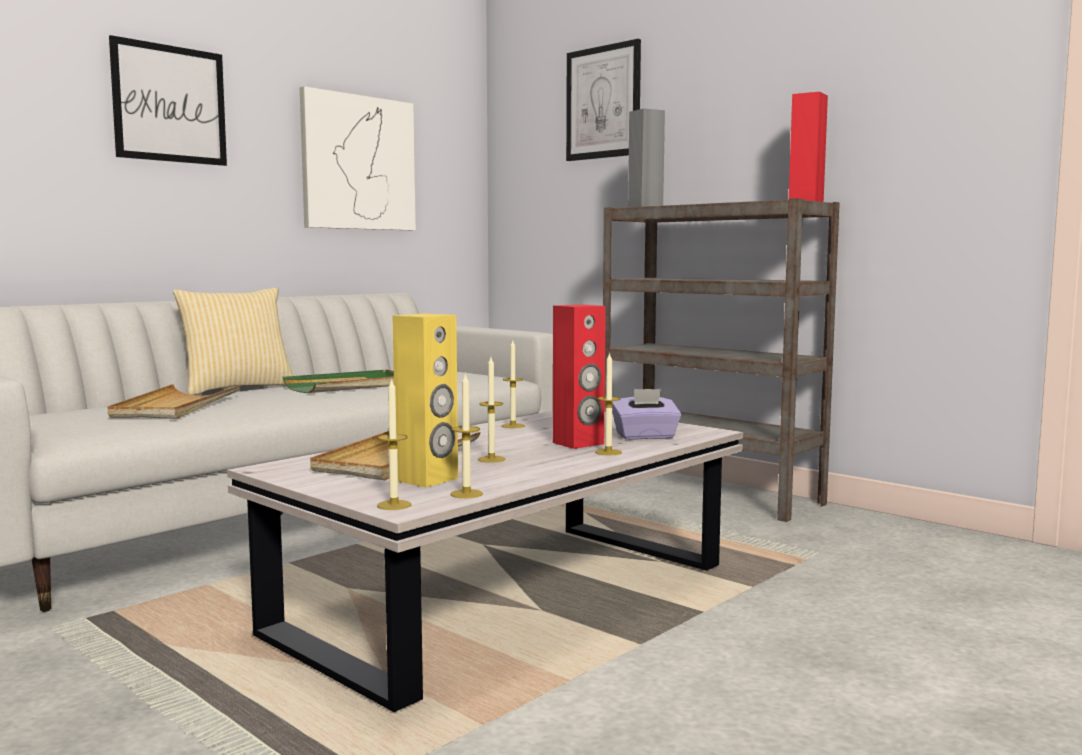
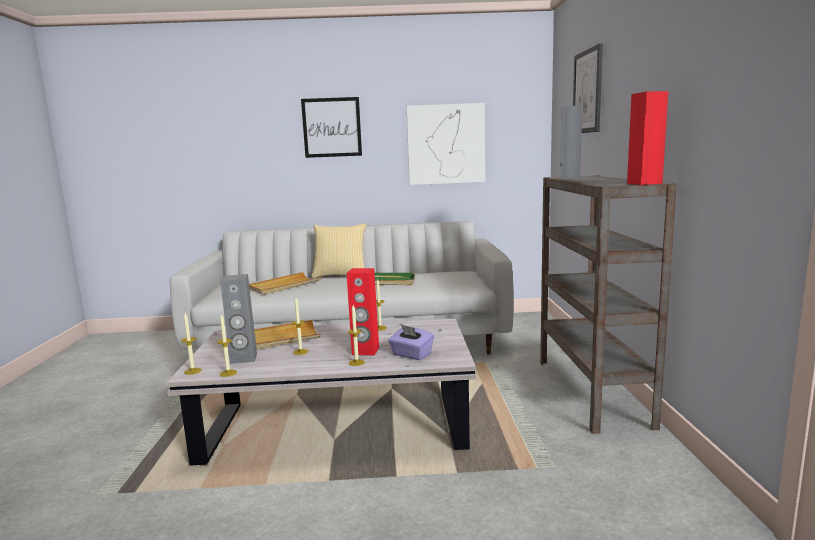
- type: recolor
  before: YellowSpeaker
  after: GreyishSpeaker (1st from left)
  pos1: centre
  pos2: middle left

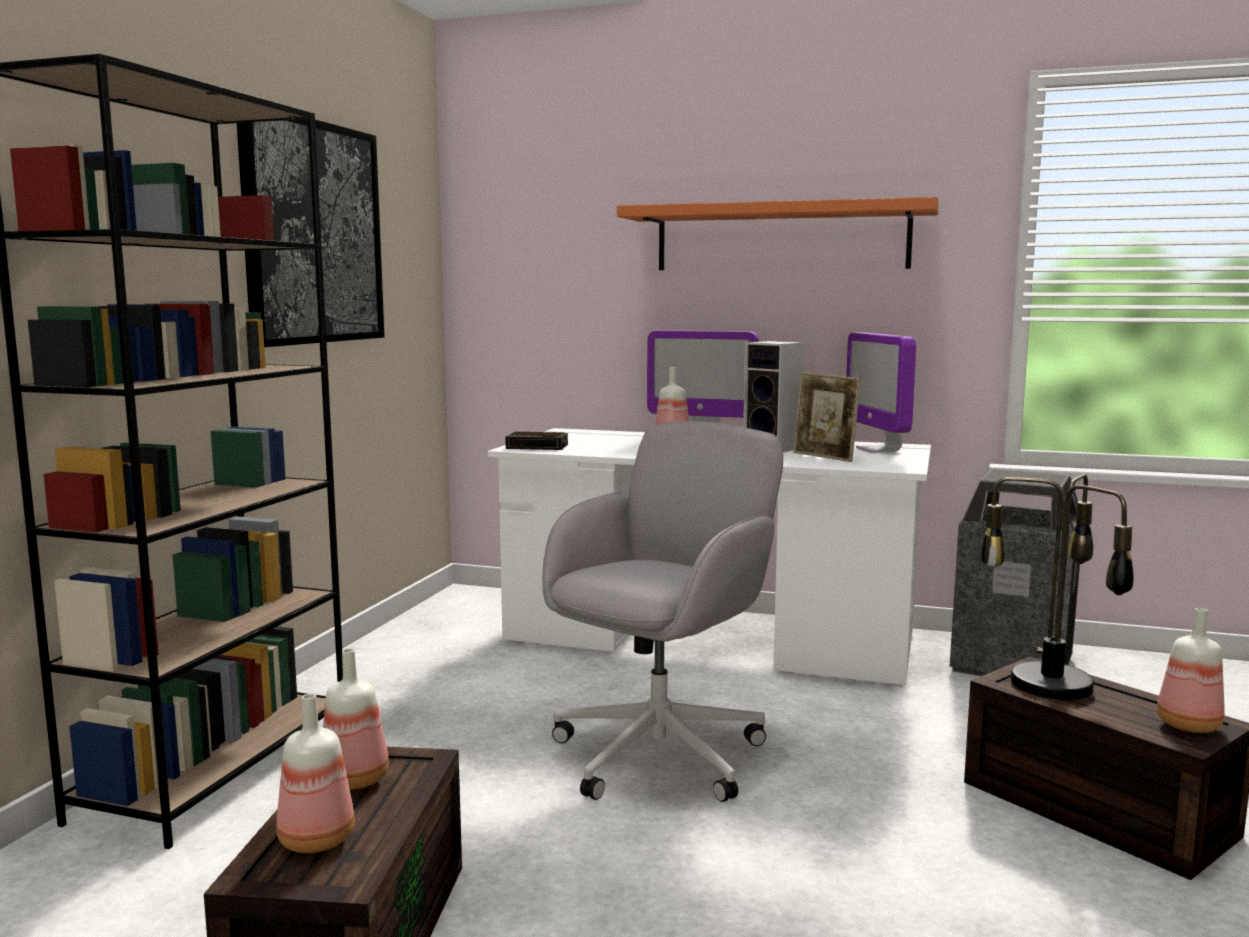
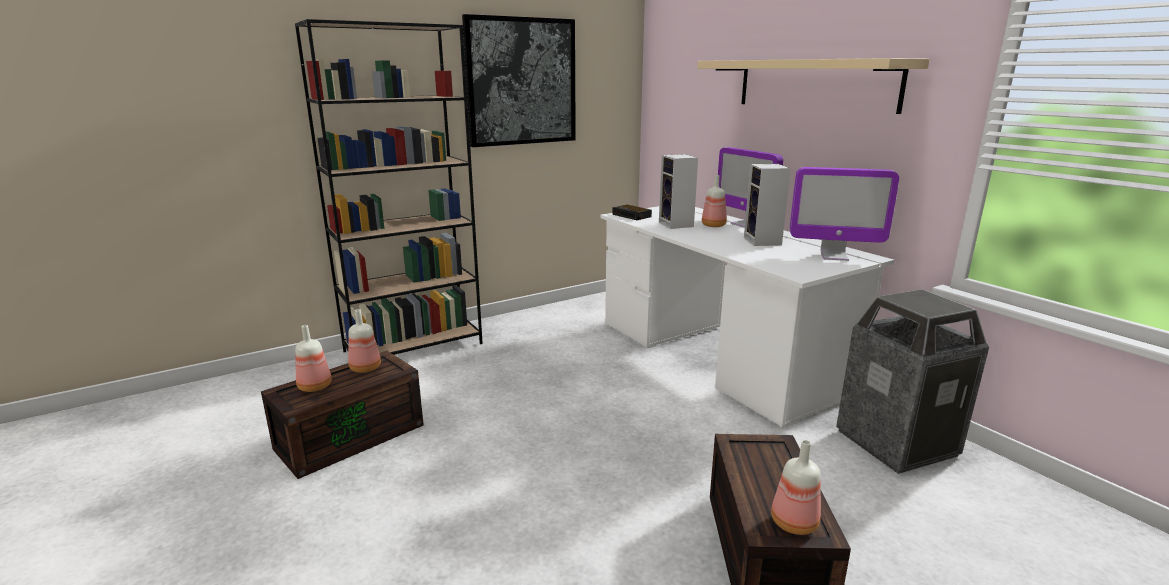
- type: recolor
  before: OrangeyShelf
  after: BeigeShelf
  pos1: top centre
  pos2: top right
- type: rotate
  before: Monitor (2nd from left)
  pos1: middle right
  pos2: middle right
  turn: -105
- type: delete
  before: PictureFrame
  pos1: centre
- type: delete
  before: GreyishOfficeChair
  pos1: centre
- type: delete
  before: TabletopLamp
  pos1: middle right
- type: insert
  after: Speaker (1st from left)
  pos2: top centre

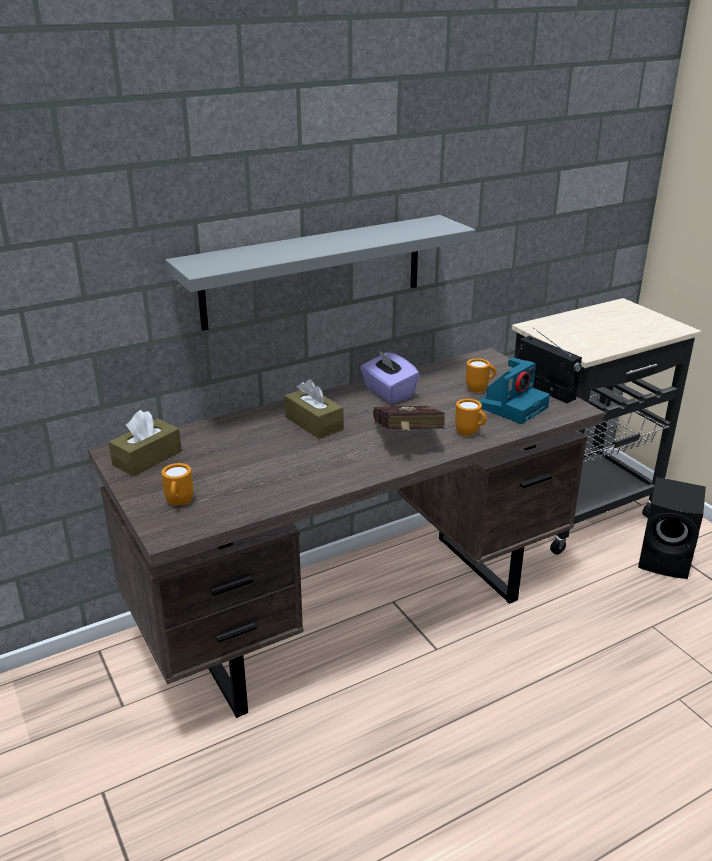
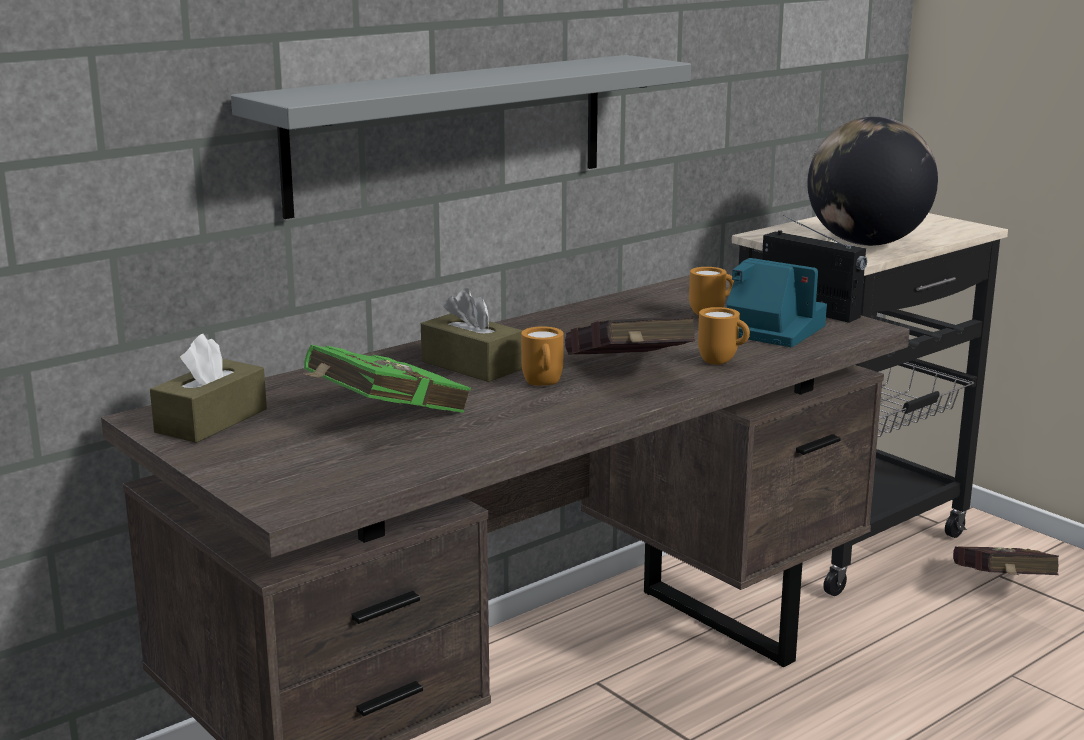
- type: delete
  before: PurpleColouredTissueHolder
  pos1: centre
- type: rotate
  before: PhotoCamera
  pos1: middle right
  pos2: middle right
  turn: -90
- type: move
  before: OrangeyMug (1st from left)
  pos1: middle left
  pos2: centre
- type: replace
  before: BlackishSpeaker
  after: ReddishBook (2nd from left)
  pos1: middle right
  pos2: bottom right
- type: insert
  after: DeskGlobe
  pos2: top right
- type: insert
  after: GreenColouredBook
  pos2: centre

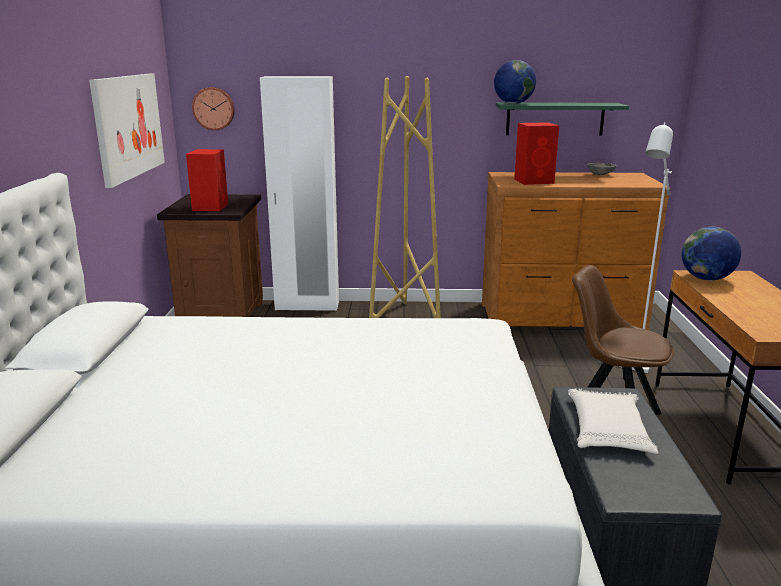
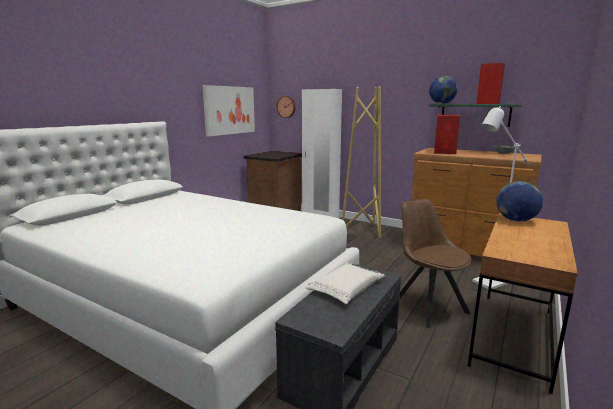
- type: move
  before: ReddishSpeaker (1st from left in the first image)
  after: ReddishSpeaker (2nd from left)
  pos1: top left
  pos2: top right

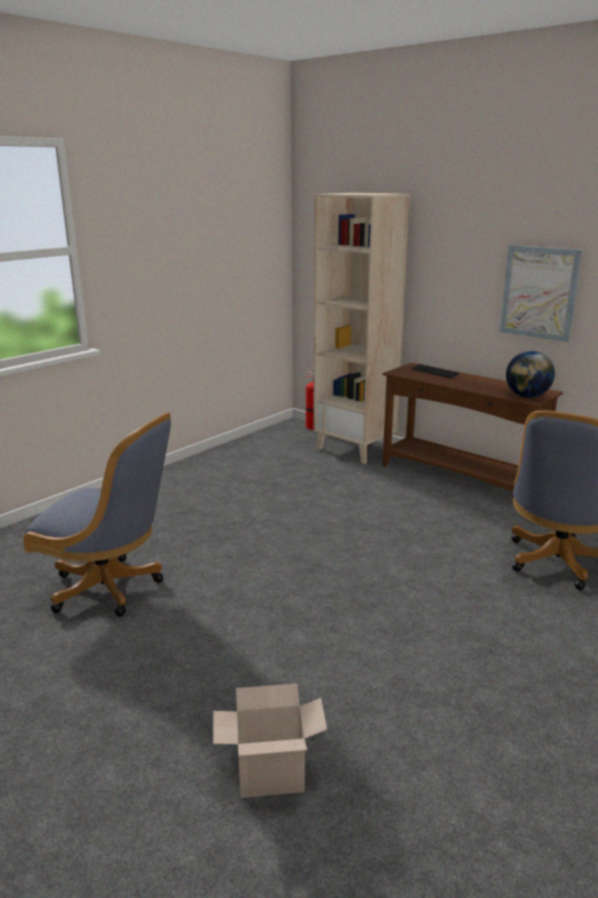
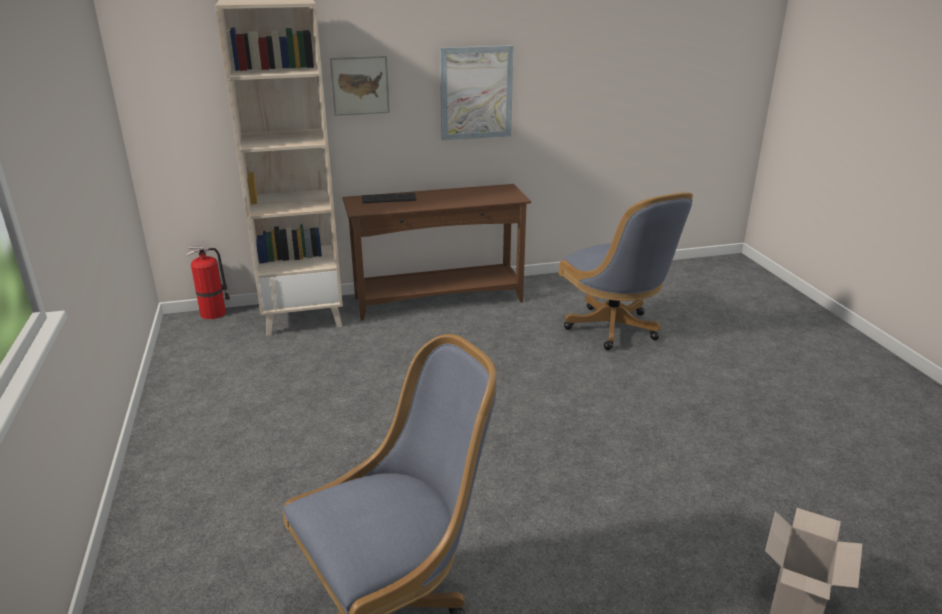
- type: delete
  before: DeskGlobe
  pos1: middle right
- type: insert
  after: Picture (1st from left)
  pos2: top centre

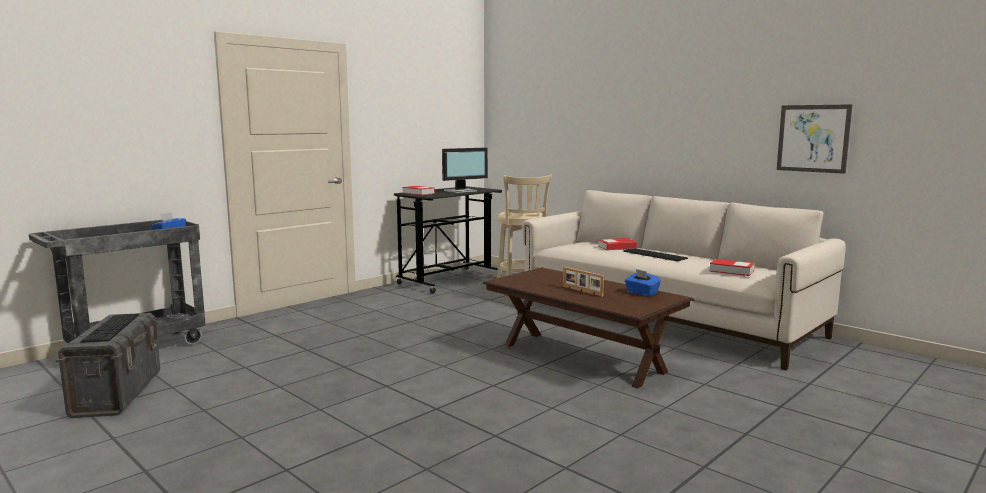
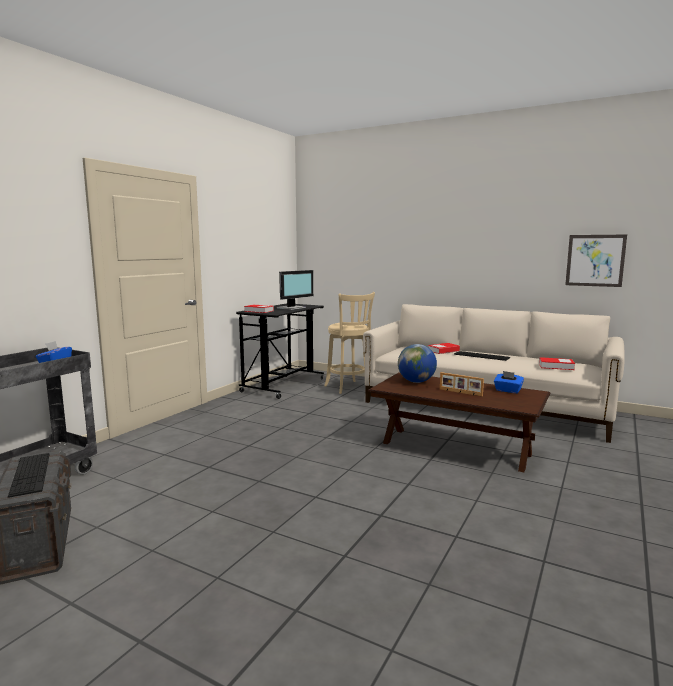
- type: insert
  after: DeskGlobe
  pos2: centre

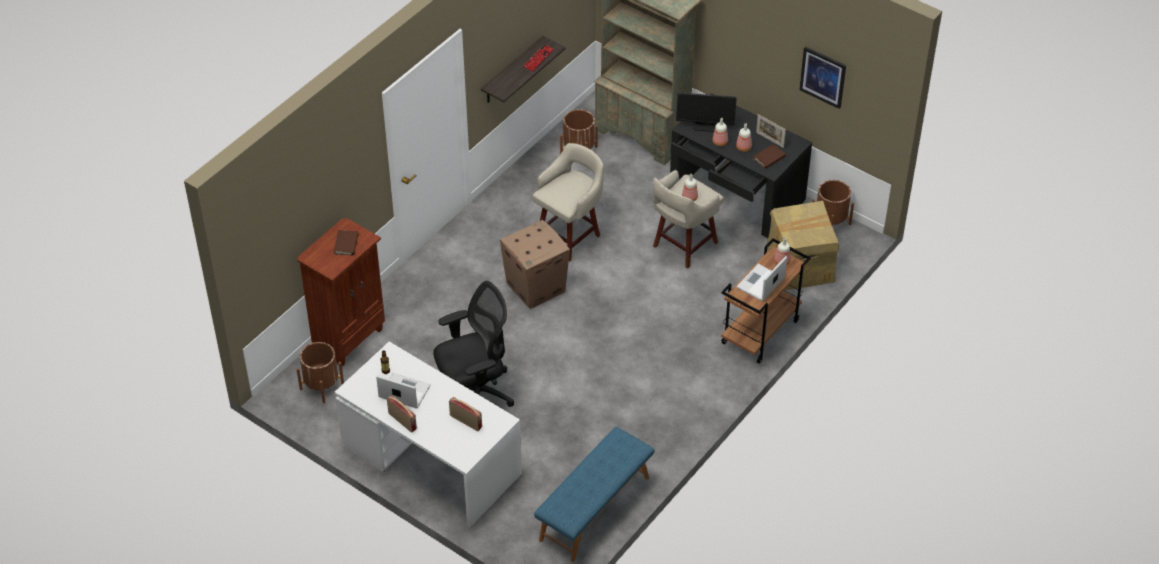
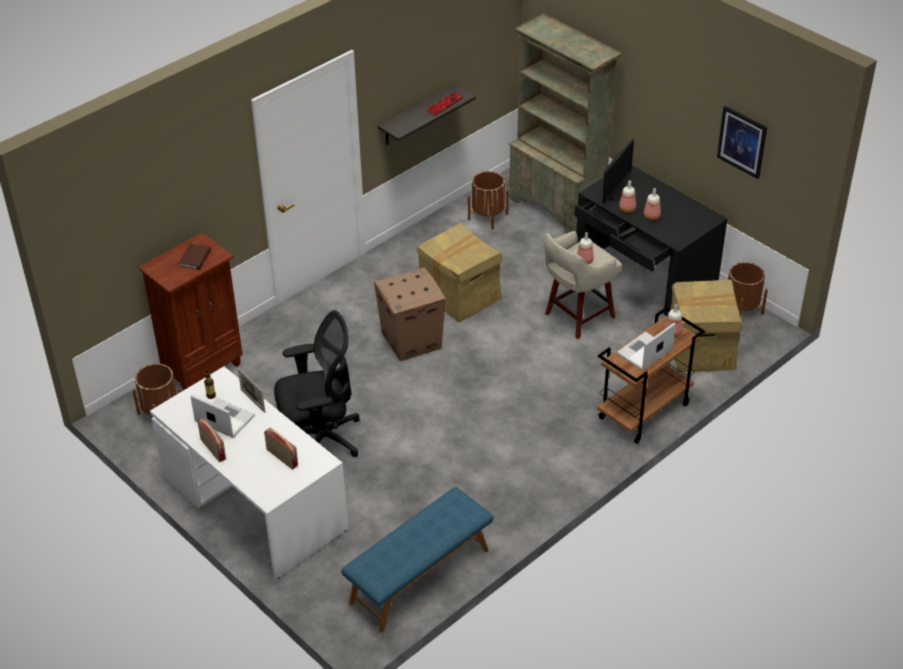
- type: rotate
  before: Monitor
  pos1: top centre
  pos2: top right
  turn: -75
- type: move
  before: PictureFrame
  pos1: top centre
  pos2: middle left
- type: replace
  before: BeigeStool (1st from left)
  after: CardboardBox (2nd from left)
  pos1: centre
  pos2: centre
- type: delete
  before: BrownColouredBook (2nd from left)
  pos1: top centre

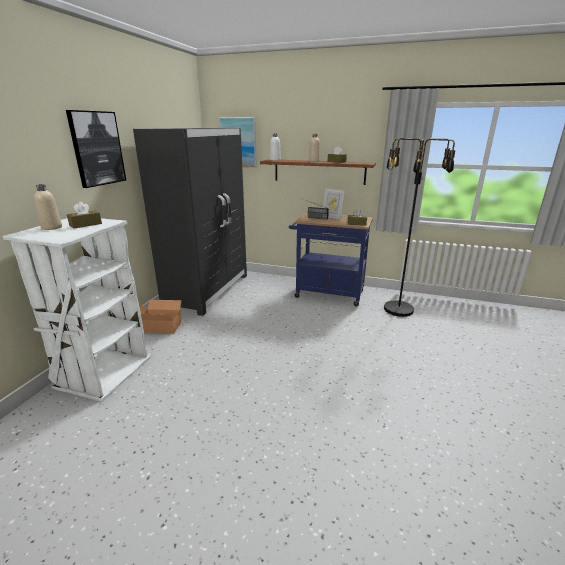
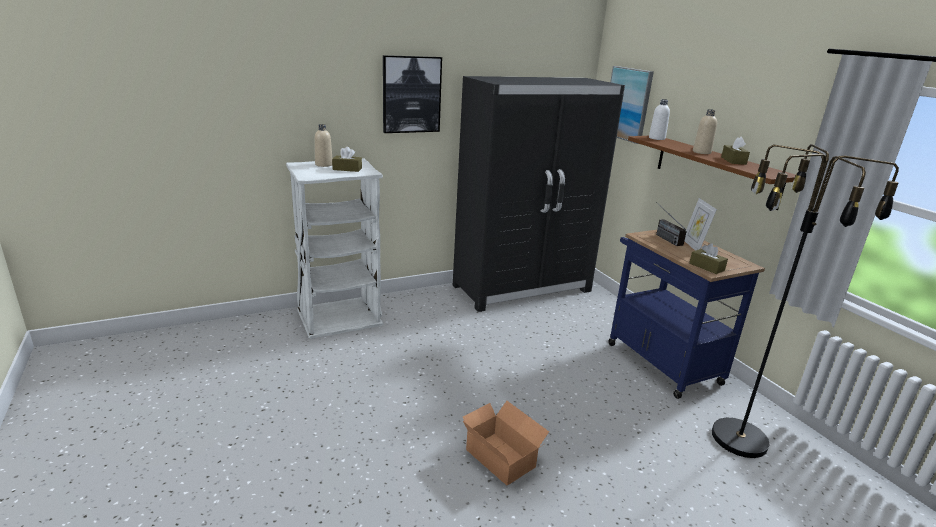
- type: move
  before: CardboardBox
  pos1: middle left
  pos2: bottom centre

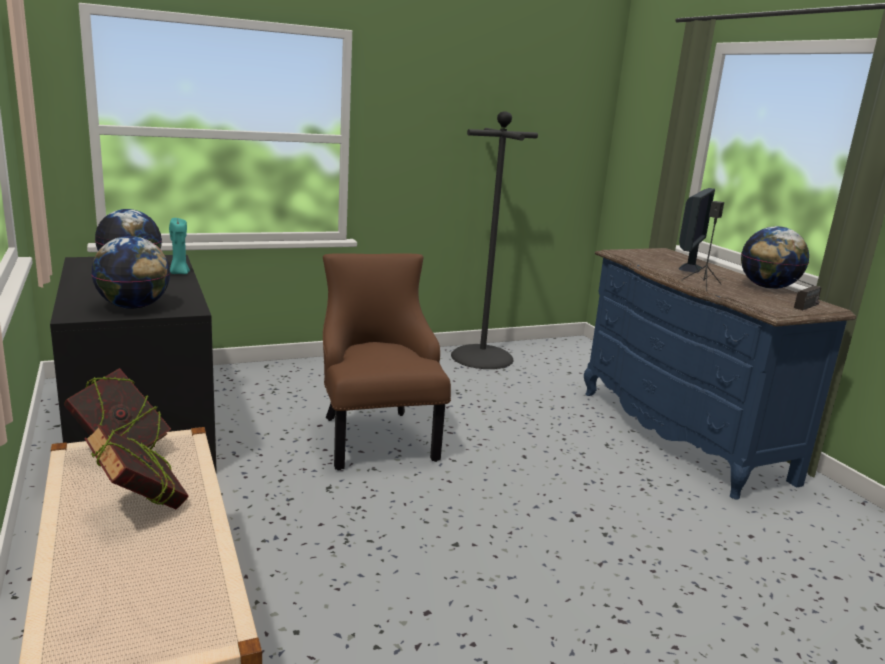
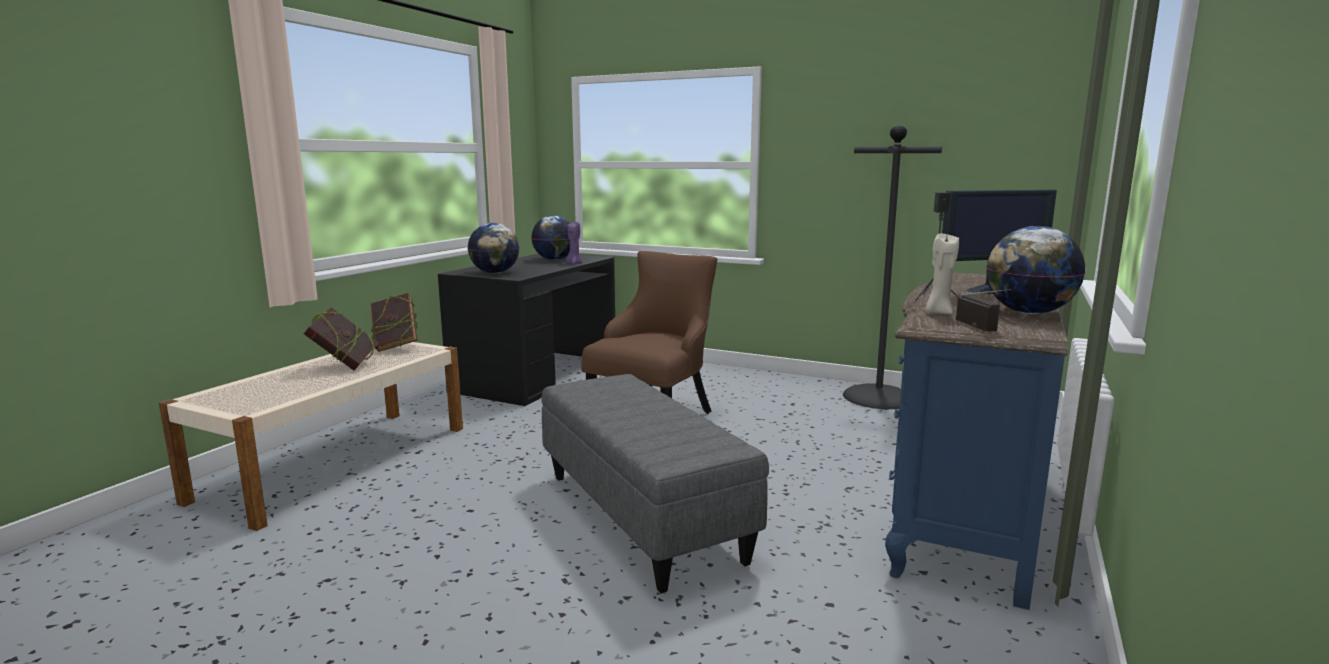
- type: recolor
  before: TurquoiseColouredCandle
  after: PurpleColouredCandle
  pos1: middle left
  pos2: centre
- type: rotate
  before: RadioSet
  pos1: middle right
  pos2: middle right
  turn: -105
- type: insert
  after: BeigeCandle
  pos2: middle right
- type: insert
  after: GreyishFootrest
  pos2: bottom centre

